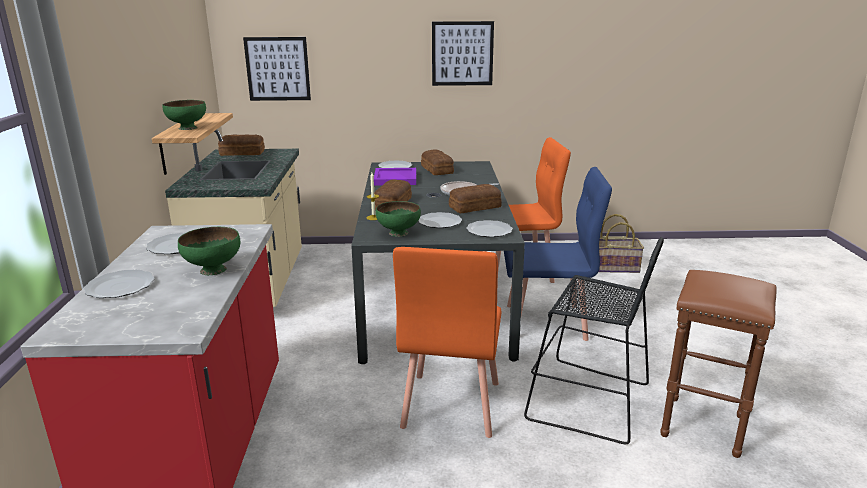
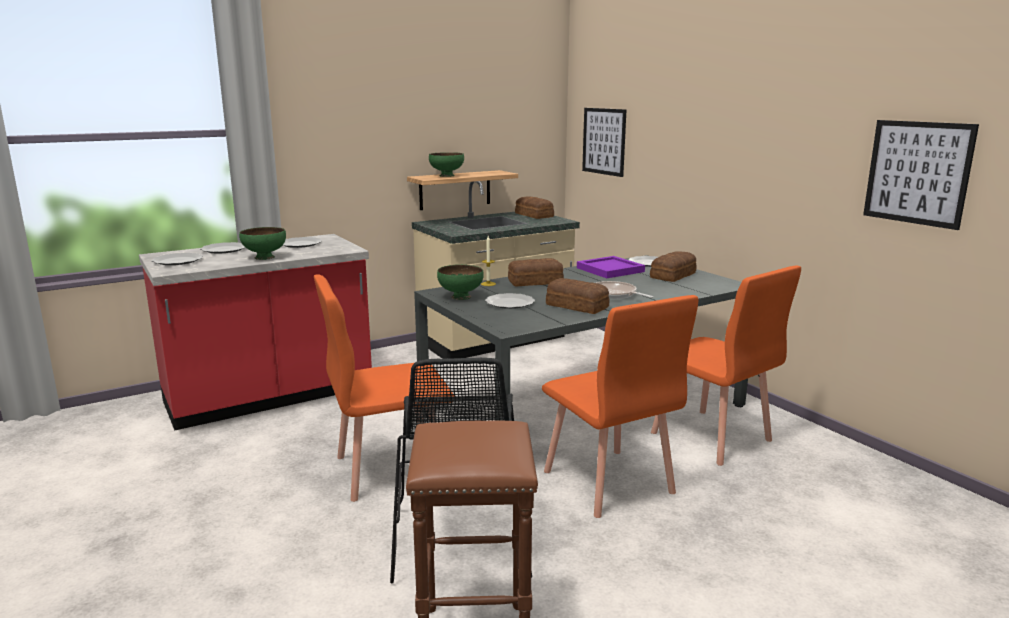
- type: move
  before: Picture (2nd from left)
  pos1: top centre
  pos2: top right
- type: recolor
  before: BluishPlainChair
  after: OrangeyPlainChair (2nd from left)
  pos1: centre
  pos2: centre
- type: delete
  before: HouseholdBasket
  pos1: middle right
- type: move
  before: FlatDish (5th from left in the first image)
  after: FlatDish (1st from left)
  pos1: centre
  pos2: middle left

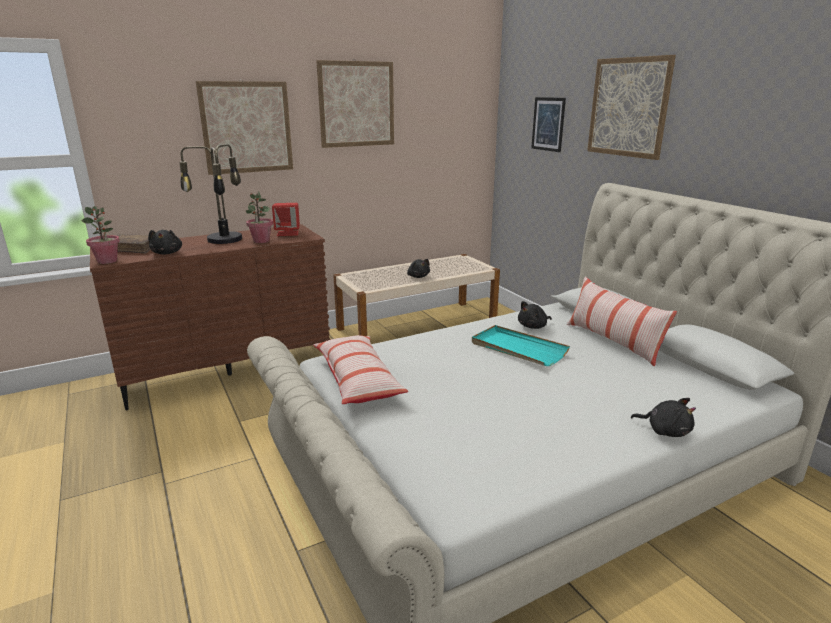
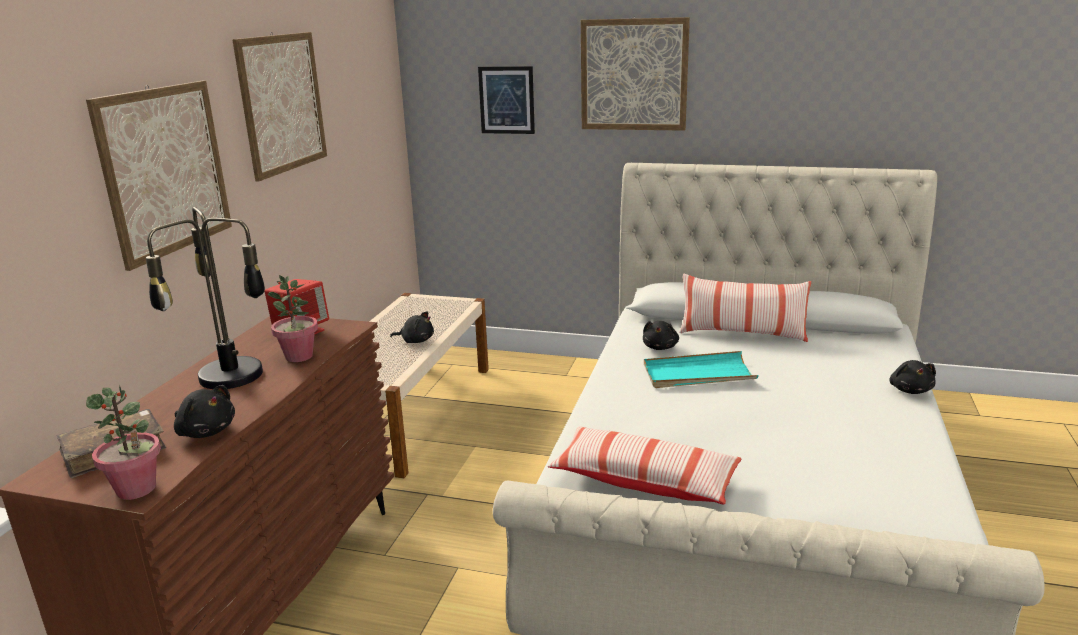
- type: rotate
  before: BlackishCuddlyToy (4th from left)
  pos1: bottom right
  pos2: middle right
  turn: 105

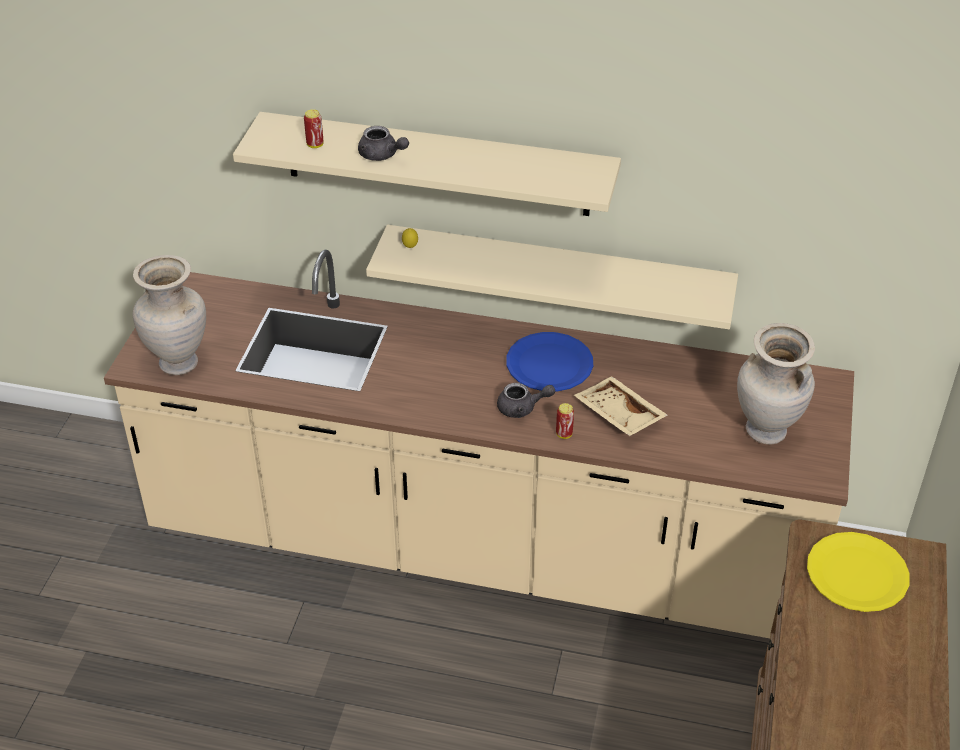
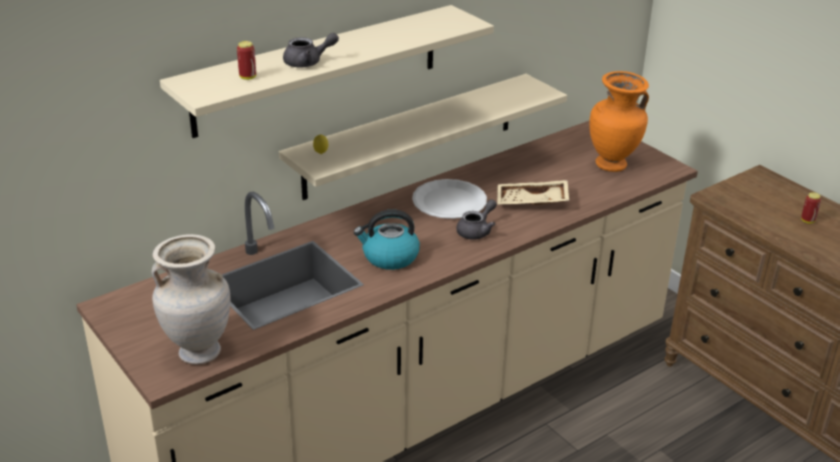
- type: recolor
  before: BeigeFlowerVase (2nd from left)
  after: OrangeyFlowerVase
  pos1: middle right
  pos2: top right
- type: recolor
  before: BluishFlatDish
  after: WhiteFlatDish
  pos1: centre
  pos2: centre
- type: move
  before: SealedCan (2nd from left)
  pos1: centre
  pos2: middle right
- type: delete
  before: YellowFlatDish
  pos1: bottom right
- type: insert
  after: Kettle
  pos2: centre

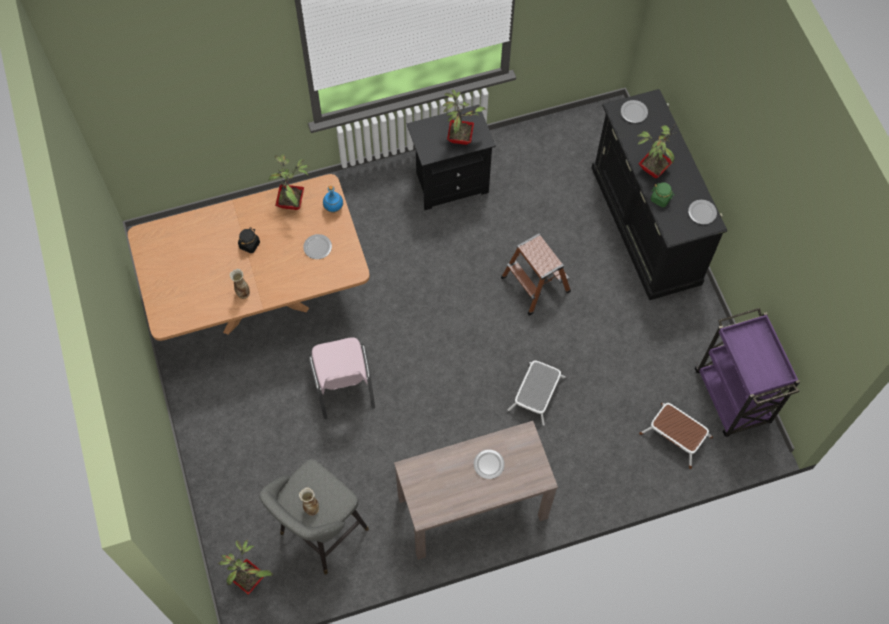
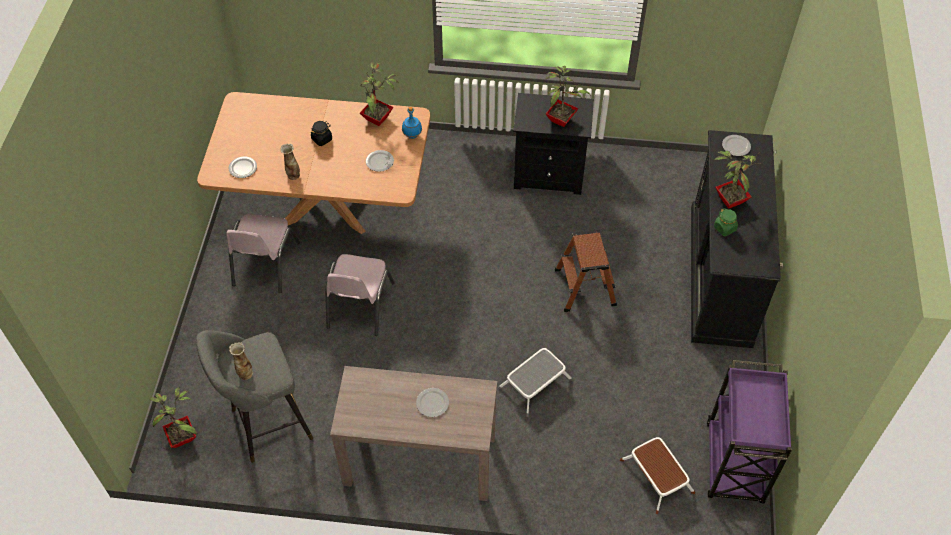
- type: move
  before: FlatDish (4th from left in the first image)
  after: FlatDish (1st from left)
  pos1: middle right
  pos2: top left
- type: insert
  after: PinkColouredPlainChair (1st from left)
  pos2: middle left

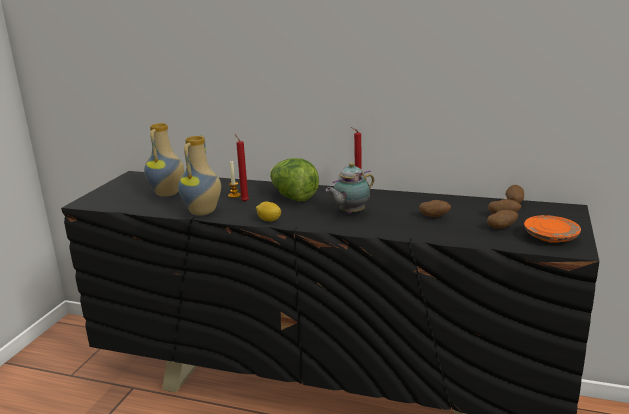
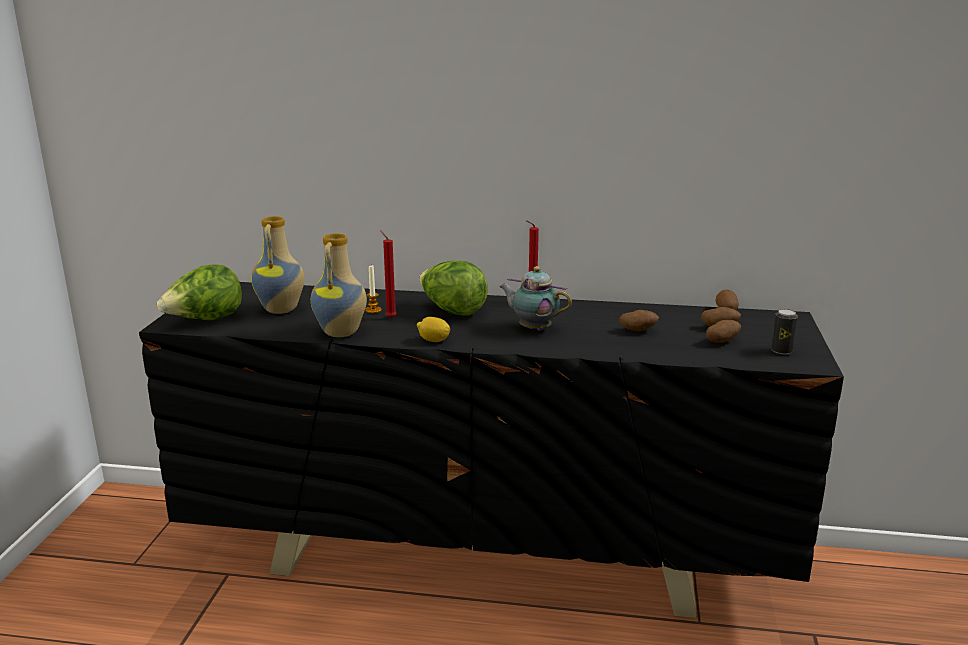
- type: rotate
  before: Teapot
  pos1: centre
  pos2: centre
  turn: 75
- type: replace
  before: OrangeyFlatDish
  after: SealedCan
  pos1: middle right
  pos2: middle right
- type: insert
  after: HeadOfLettuce (1st from left)
  pos2: middle left

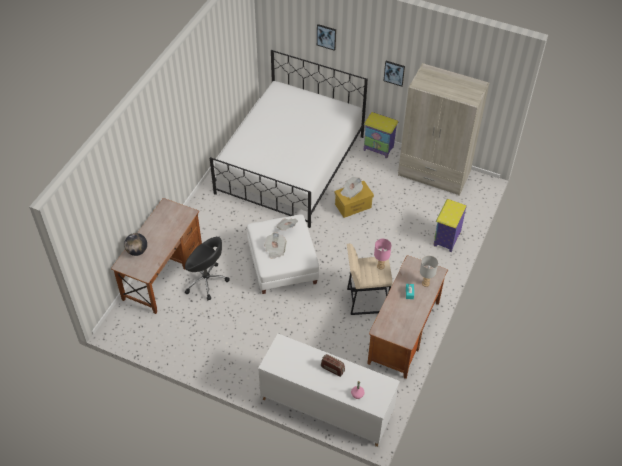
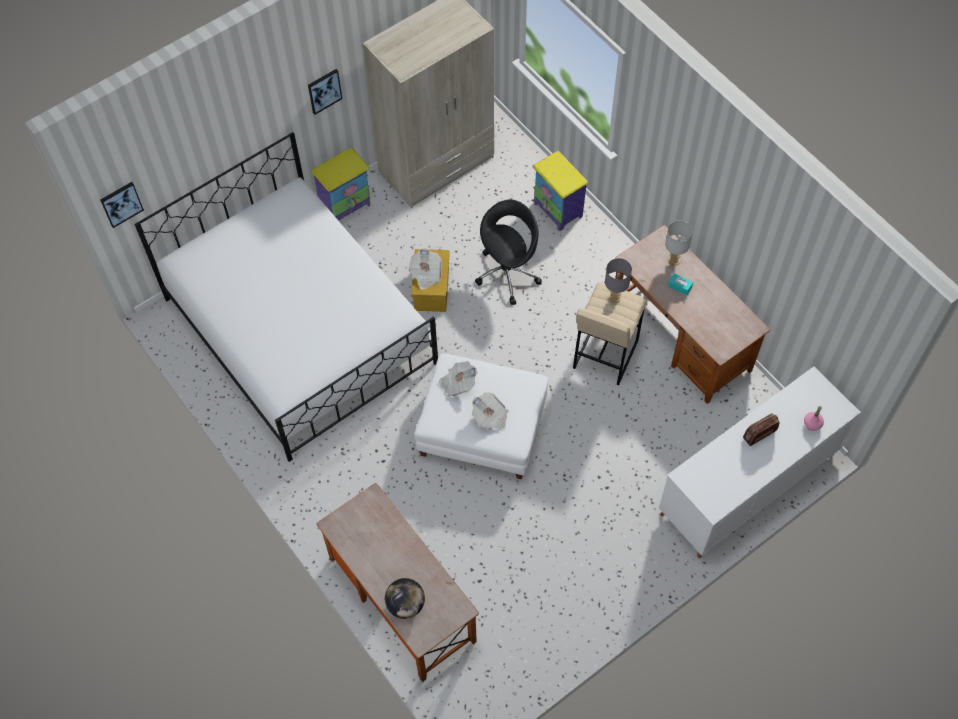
- type: move
  before: Picture (1st from left)
  pos1: top centre
  pos2: top left
- type: move
  before: BlackishOfficeChair
  pos1: middle left
  pos2: centre
- type: recolor
  before: PinkColouredTabletopLamp
  after: GreyishTabletopLamp (1st from left)
  pos1: centre
  pos2: centre

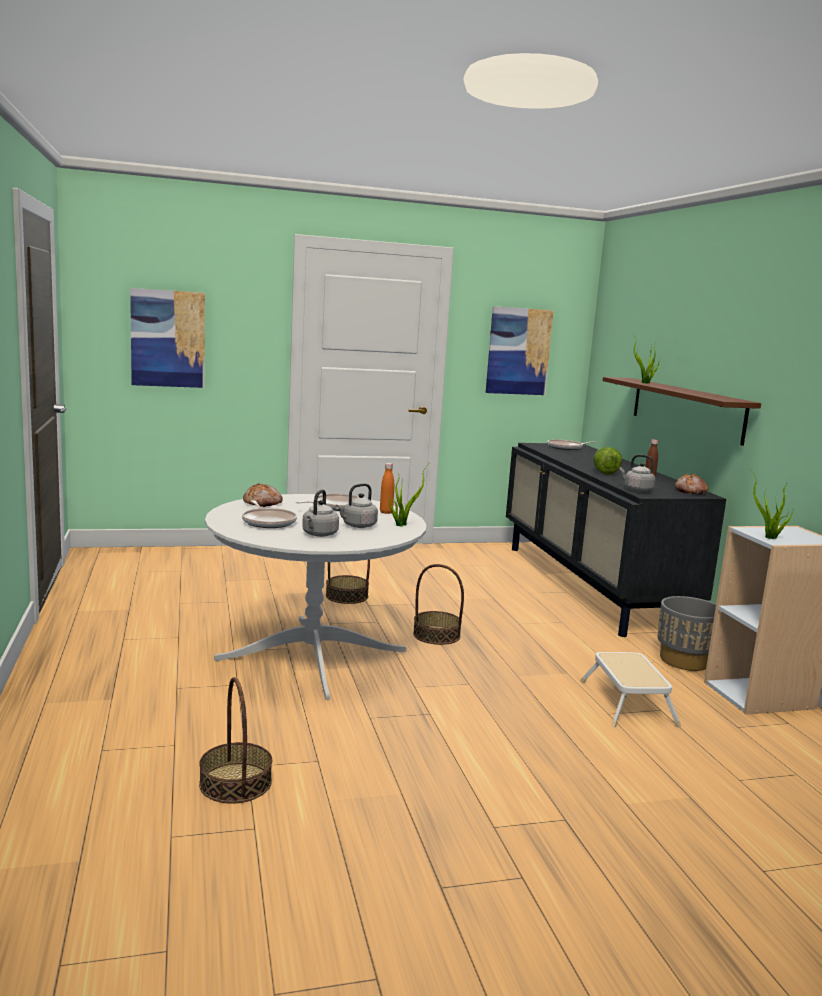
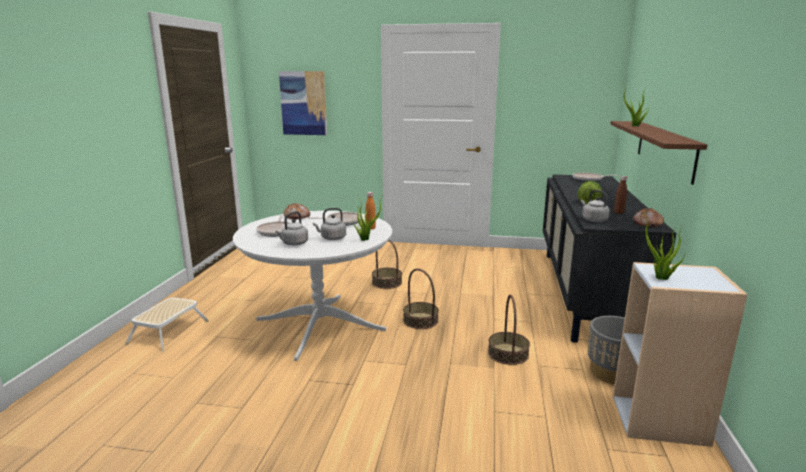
- type: delete
  before: Picture (2nd from left)
  pos1: centre
- type: move
  before: BeigeStepladder
  pos1: bottom right
  pos2: bottom left
- type: move
  before: HouseholdBasket (1st from left in the first image)
  after: HouseholdBasket (3rd from left)
  pos1: bottom left
  pos2: bottom centre

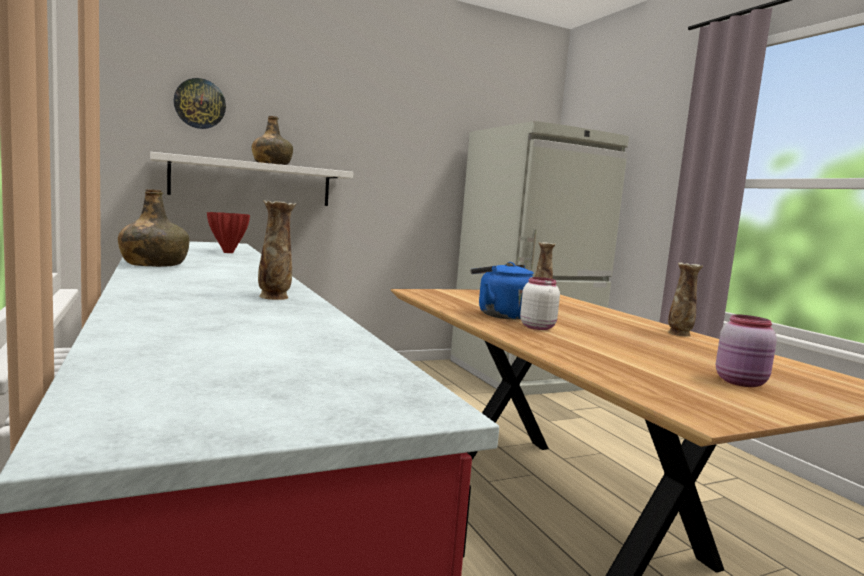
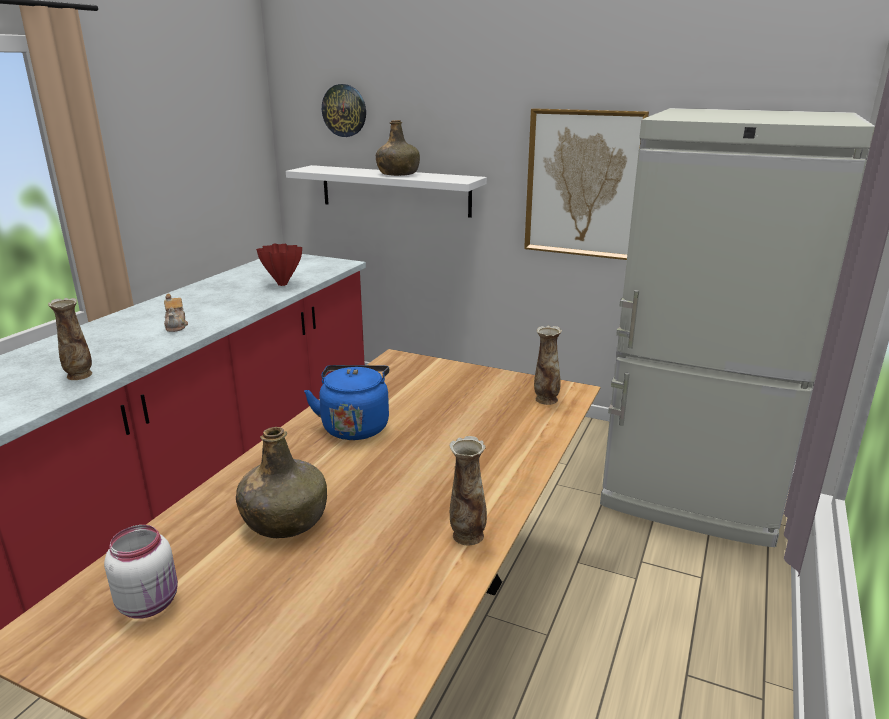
- type: move
  before: GreenColouredBeverageBottle (1st from left)
  pos1: middle left
  pos2: bottom left
- type: move
  before: WhiteJar
  pos1: centre
  pos2: bottom left
- type: delete
  before: PinkColouredJar
  pos1: middle right
- type: insert
  after: Picture
  pos2: top centre
- type: insert
  after: Teapot
  pos2: middle left

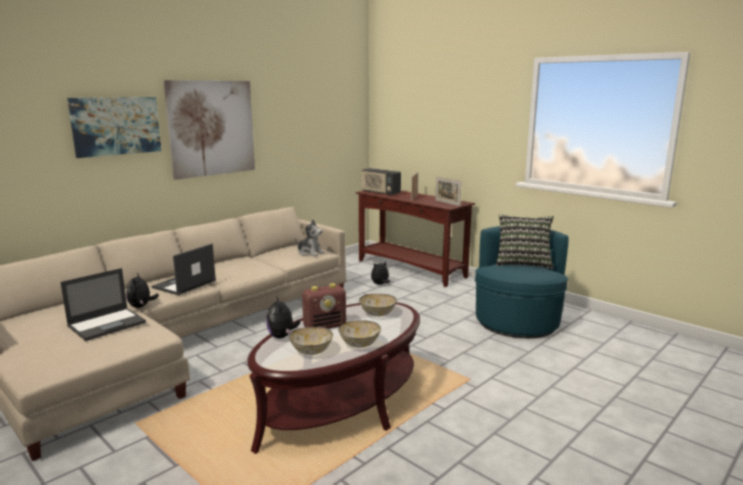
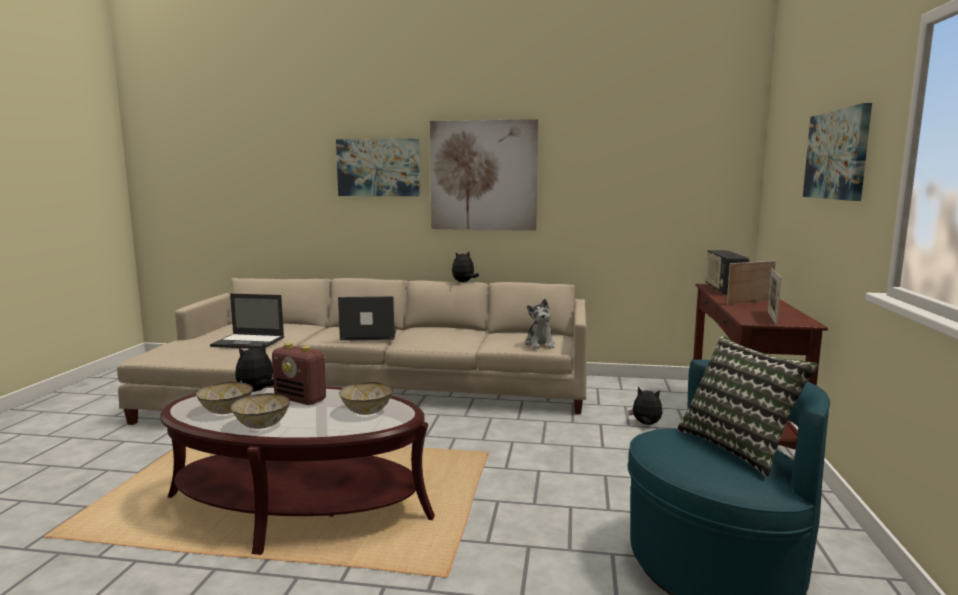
- type: move
  before: CuddlyToy (1st from left in the first image)
  after: CuddlyToy (2nd from left)
  pos1: middle left
  pos2: centre
- type: insert
  after: Picture (3rd from left)
  pos2: top right

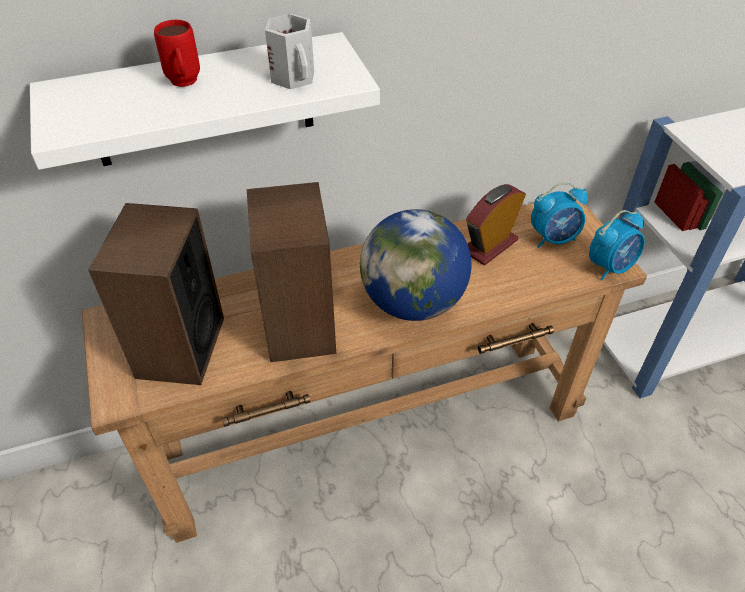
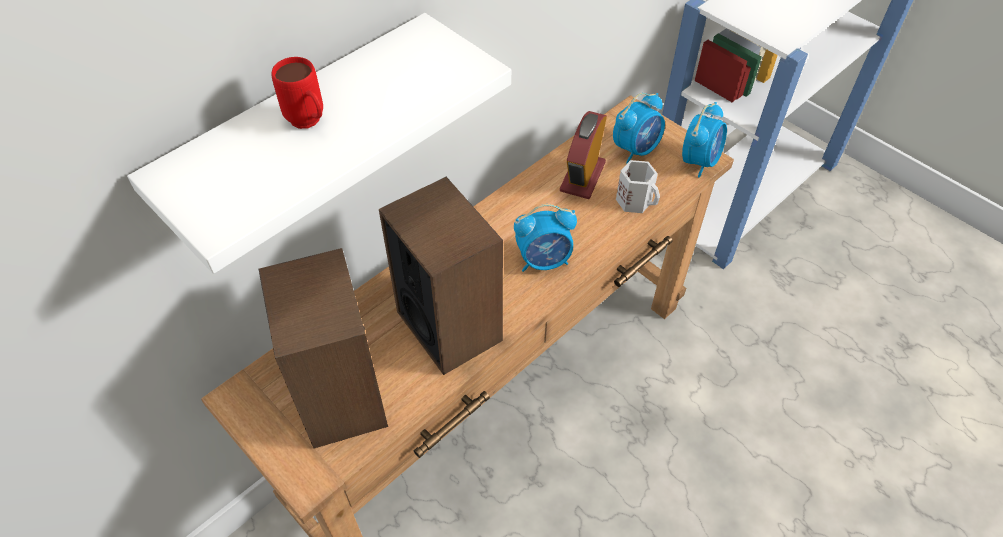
- type: move
  before: WhiteMug
  pos1: top centre
  pos2: centre
- type: replace
  before: DeskGlobe
  after: AlarmClock (1st from left)
  pos1: centre
  pos2: centre

